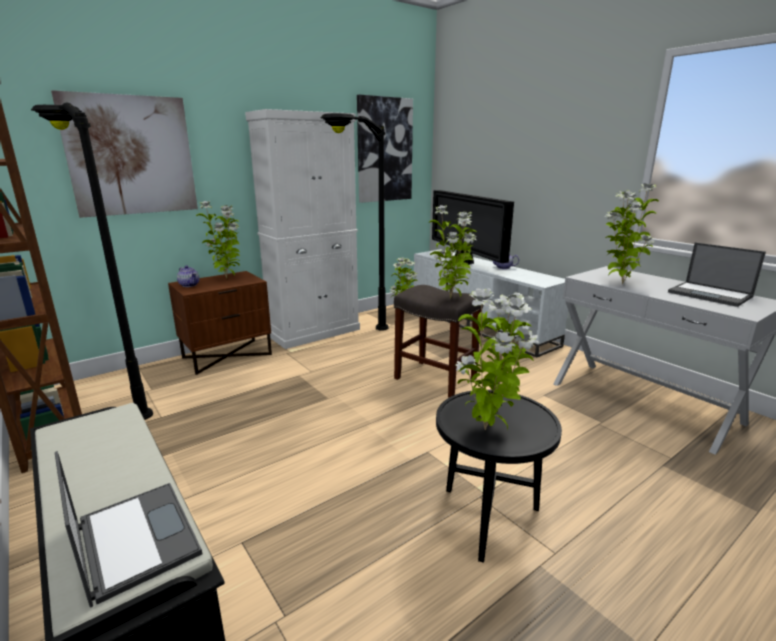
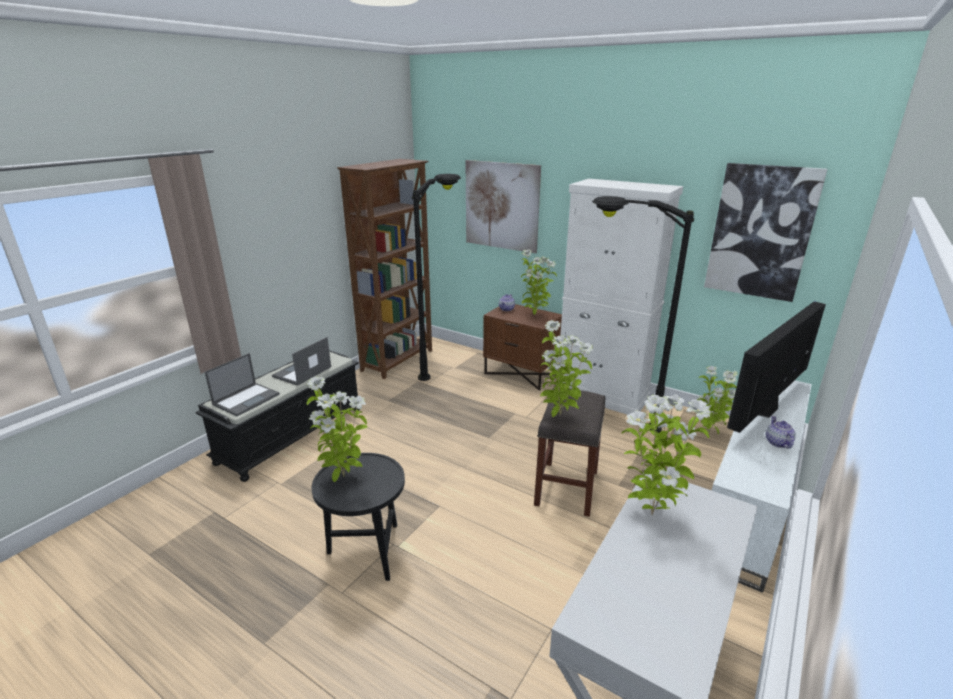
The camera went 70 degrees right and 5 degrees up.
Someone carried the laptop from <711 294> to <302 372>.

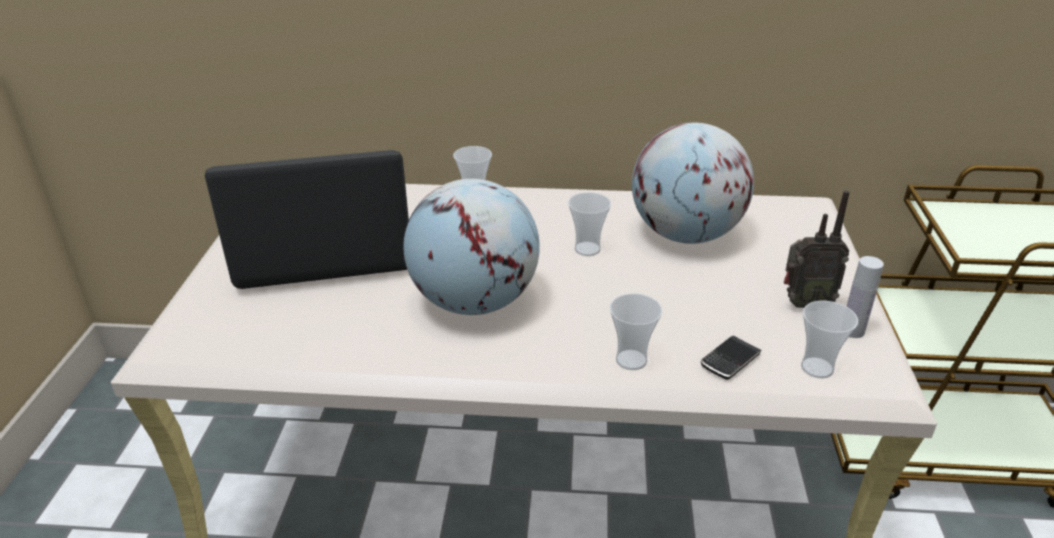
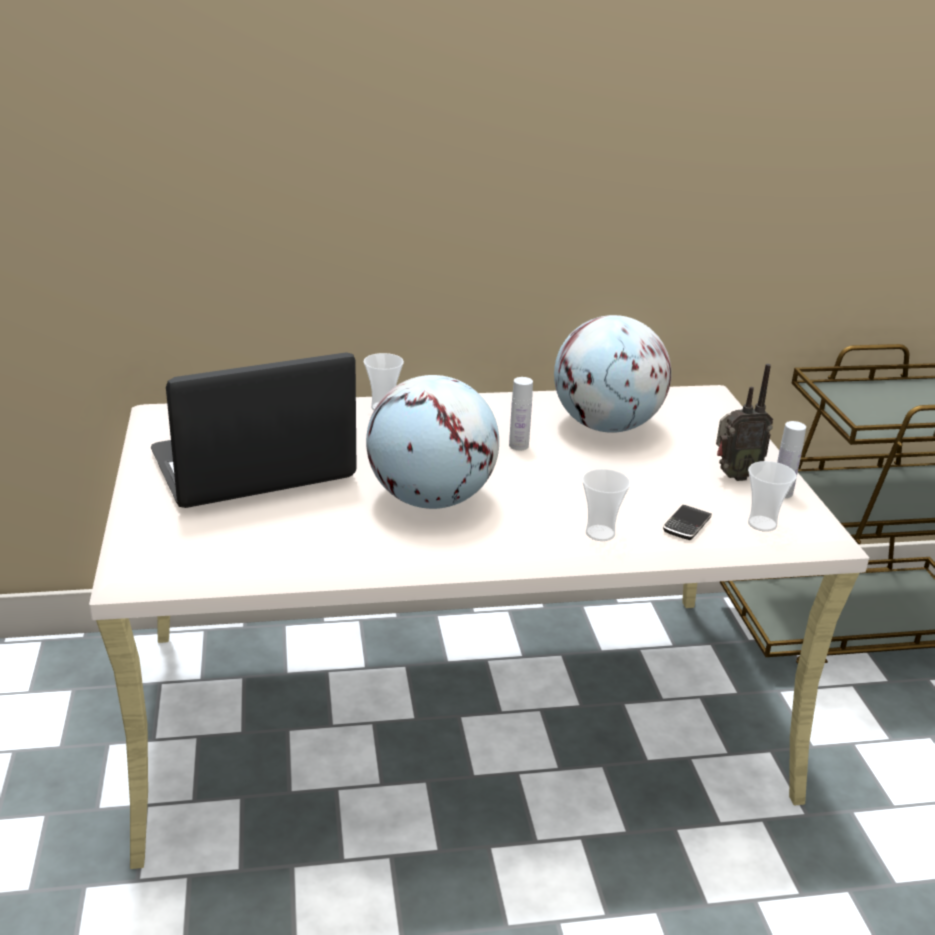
The camera went 15 degrees left and 5 degrees down.
Someone swapped the drinking cup at <587 249> for the white-coloured beverage bottle at <518 445>.

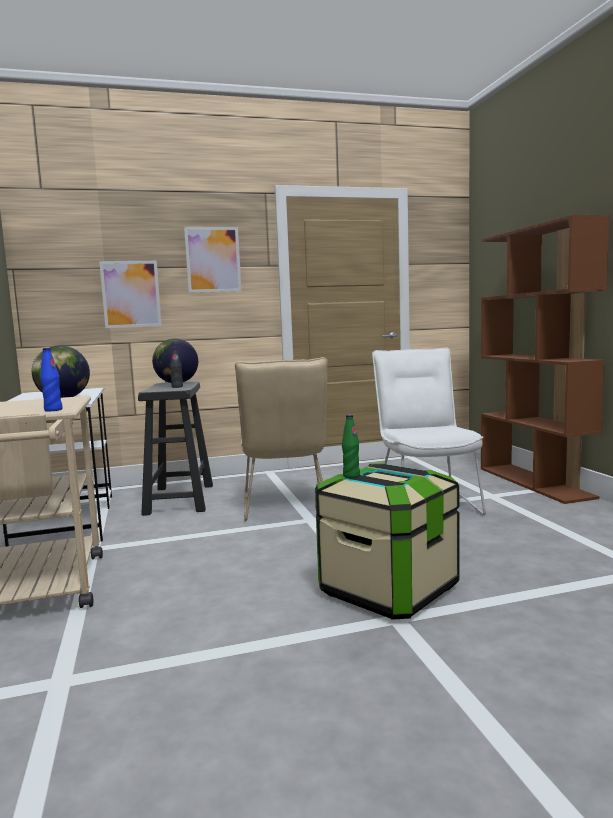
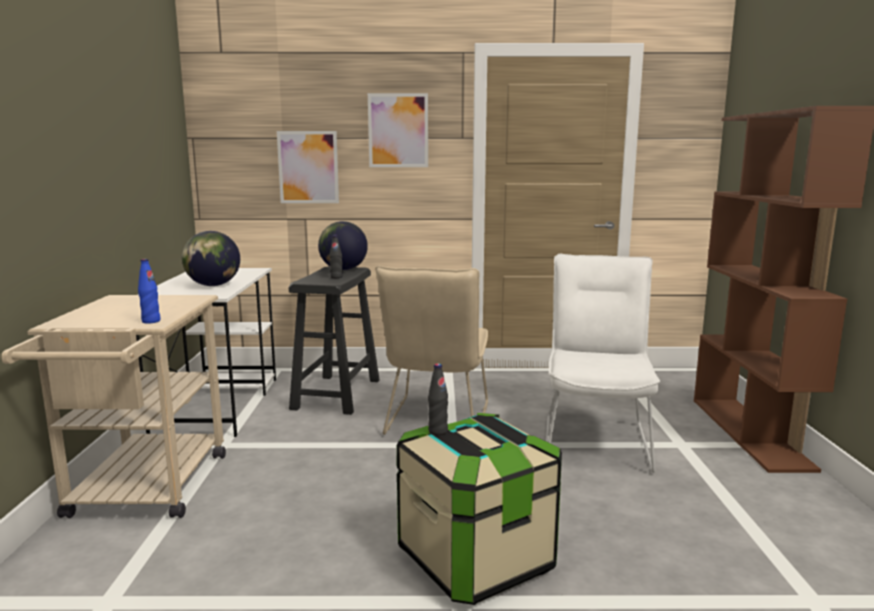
The camera went 15 degrees right and 5 degrees up.
Someone repainted the green-coloured beverage bottle at <351 476>, which became the black beverage bottle at <438 431>.

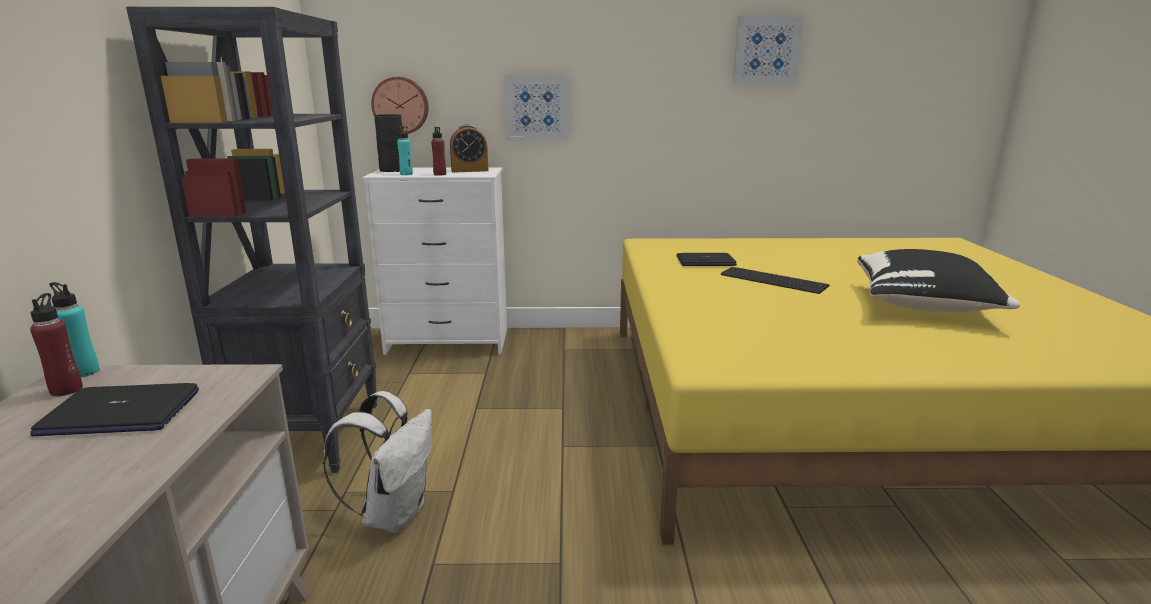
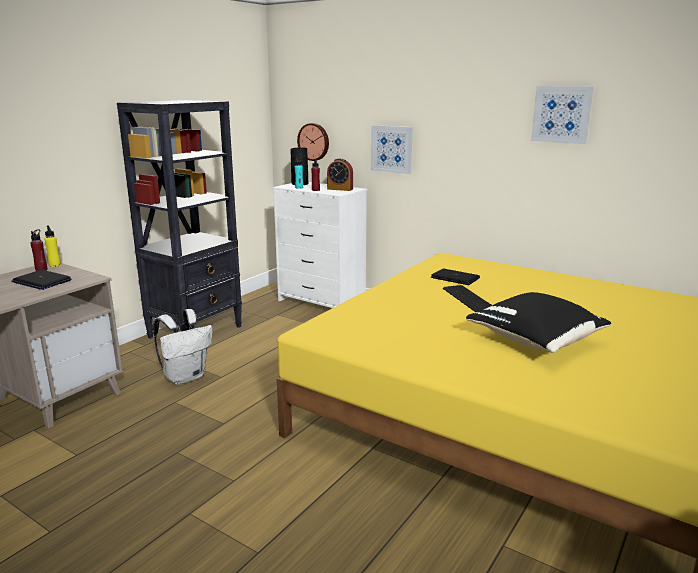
The camera went 35 degrees right and 0 degrees up.
Someone repainted the turquoise beverage bottle at <84 372>, which became the yellowish beverage bottle at <55 265>.

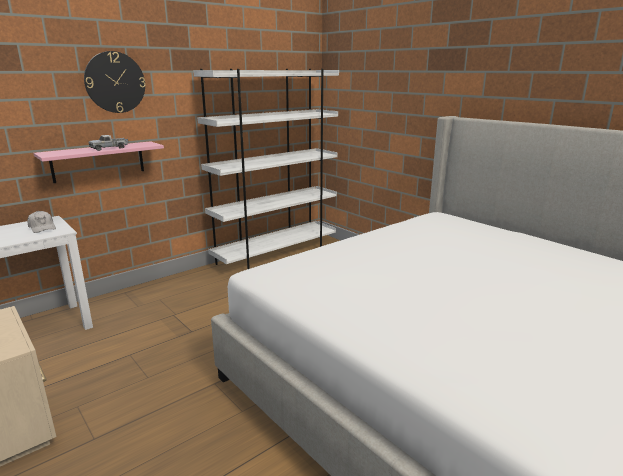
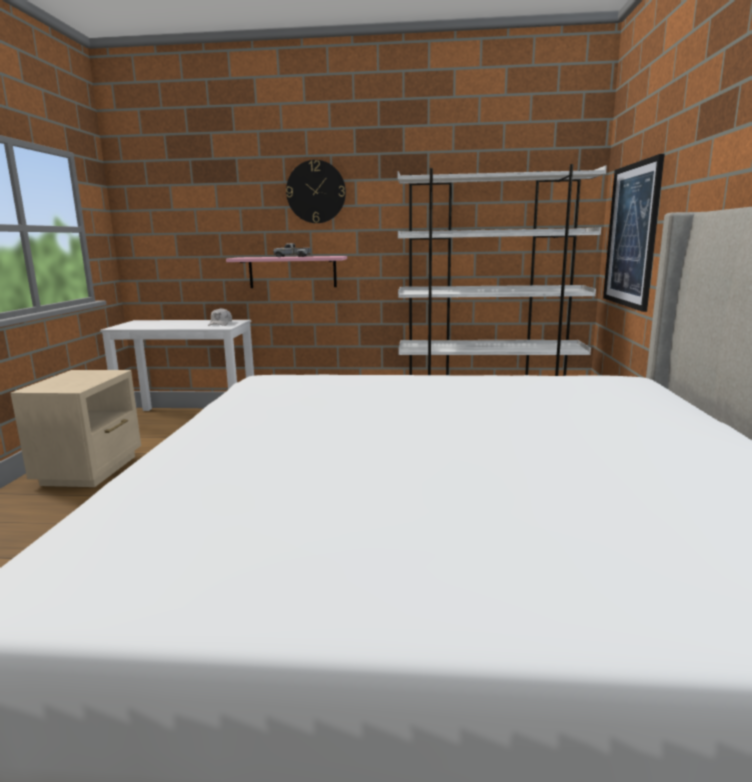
The camera went 45 degrees right and 5 degrees down.
Someone put up the picture at <631 235>.

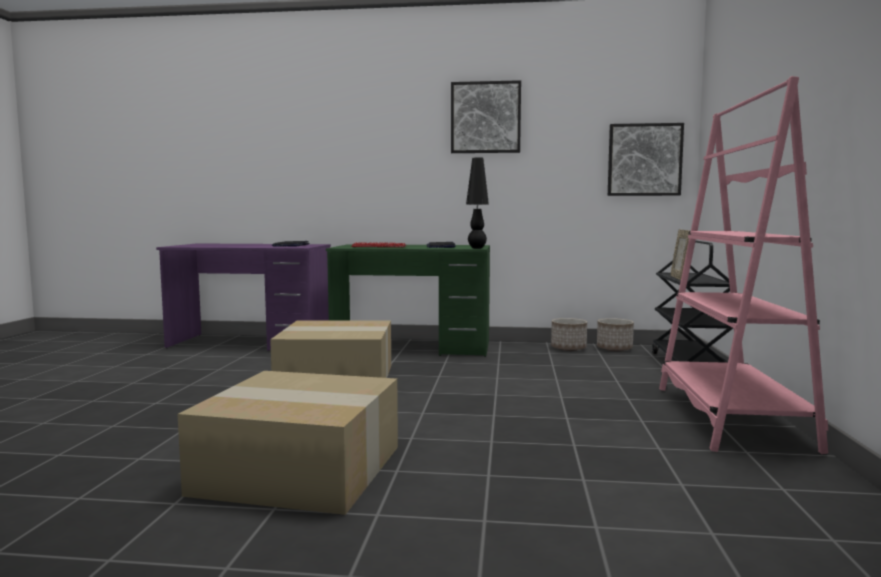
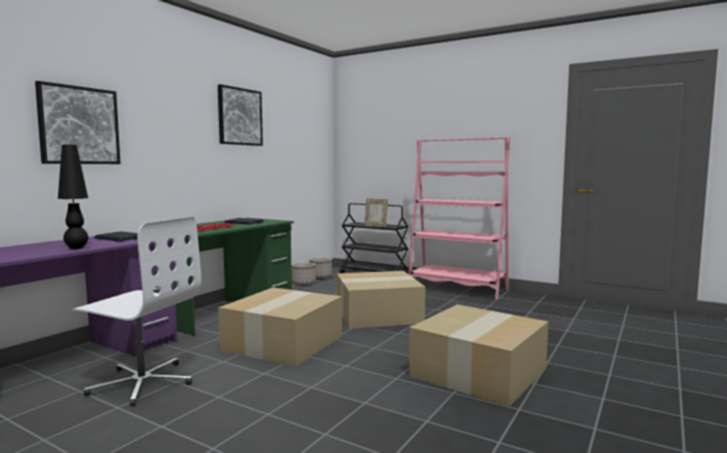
The camera went 65 degrees left and 0 degrees up.
Someone put down the white-coloured office chair at <142 383>.
Someone put down the cardboard box at <379 314>.
Someone carried the black tabletop lamp from <477 248> to <76 248>.
Someone carried the picture from <644 160> to <79 125>.

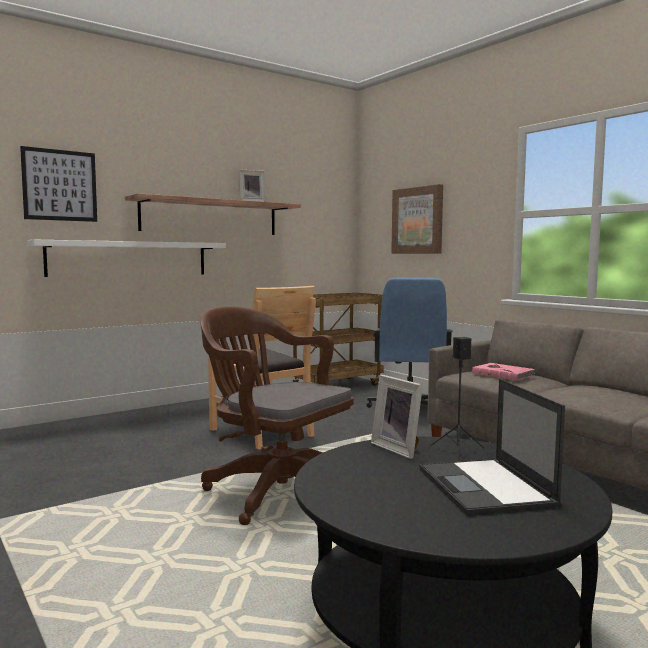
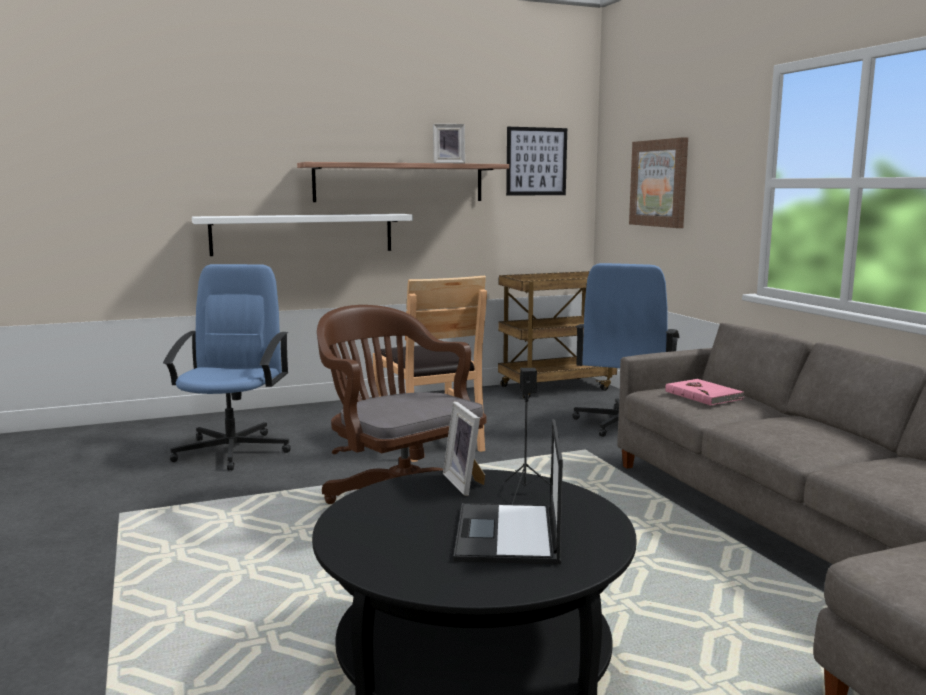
The camera went 15 degrees right and 5 degrees up.
Someone put down the bluish office chair at <233 450>.
Someone carried the picture from <60 185> to <536 161>.

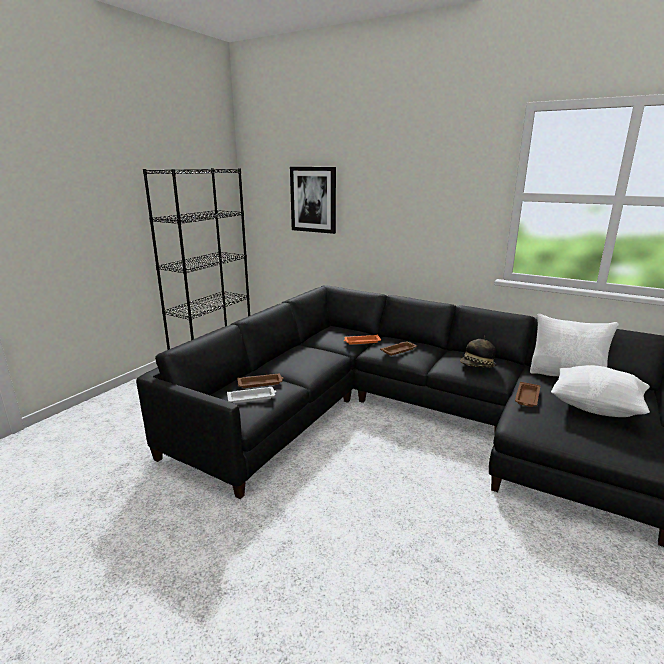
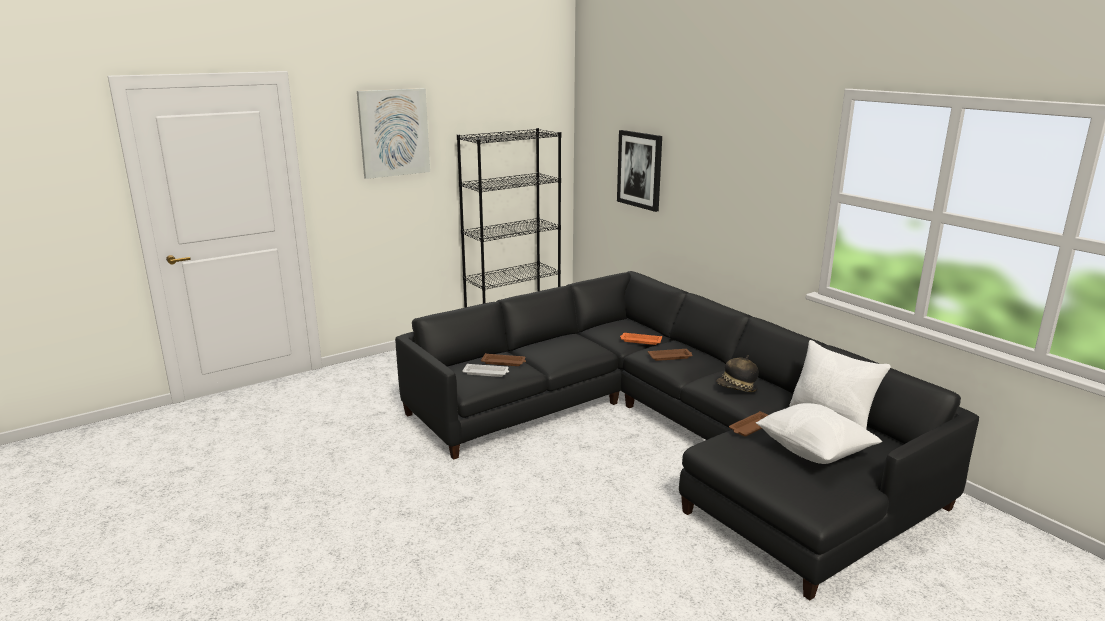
The camera went 25 degrees right and 0 degrees up.
Someone put up the picture at <393 132>.

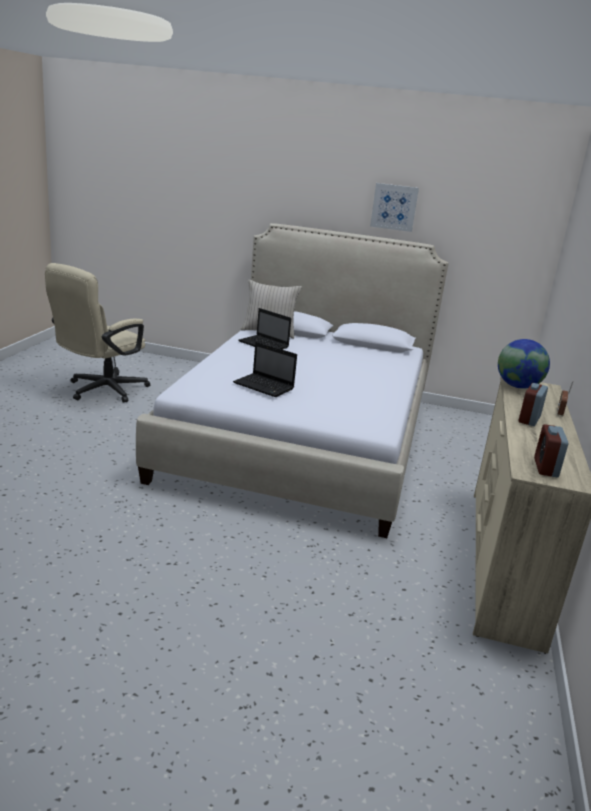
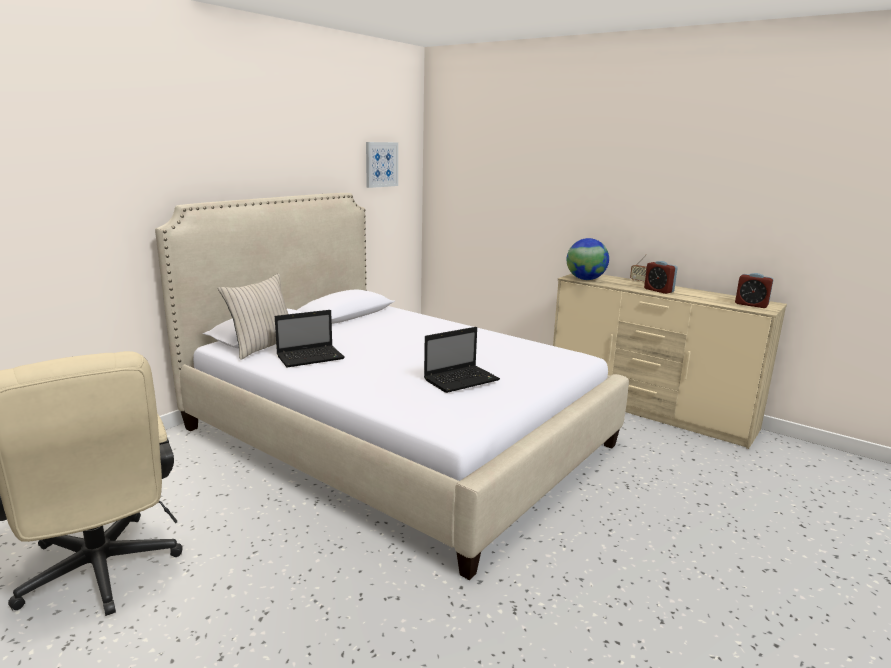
The camera went 65 degrees left and 5 degrees down.
Someone carried the picture from <394 207> to <381 164>.

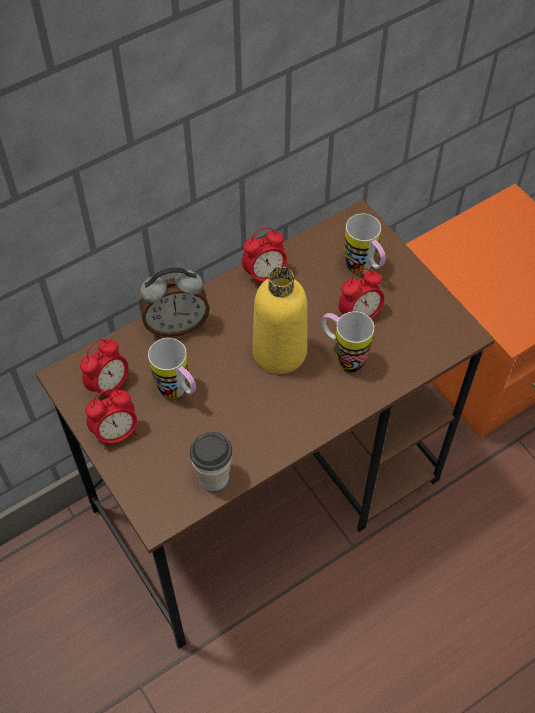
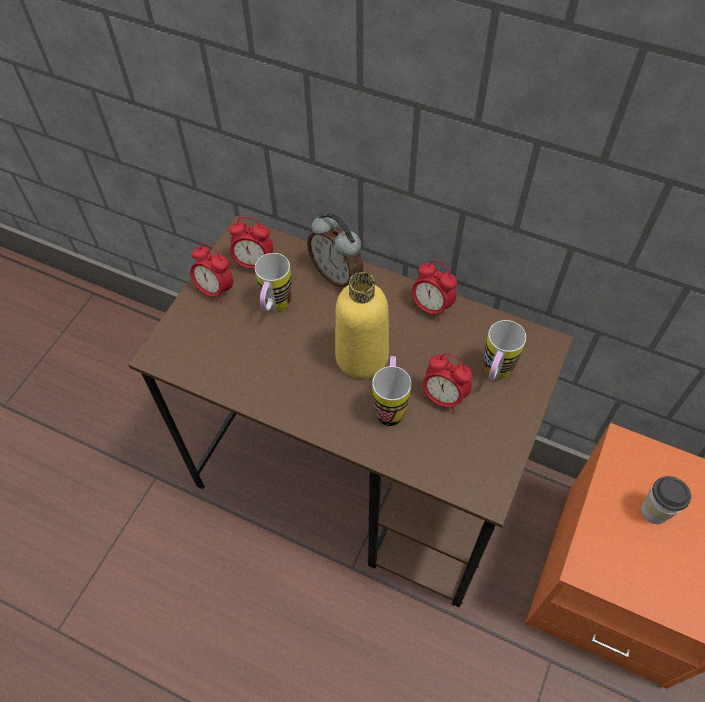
The camera went 60 degrees right and 0 degrees up.
Someone carried the drinking cup from <213 477> to <654 511>.

